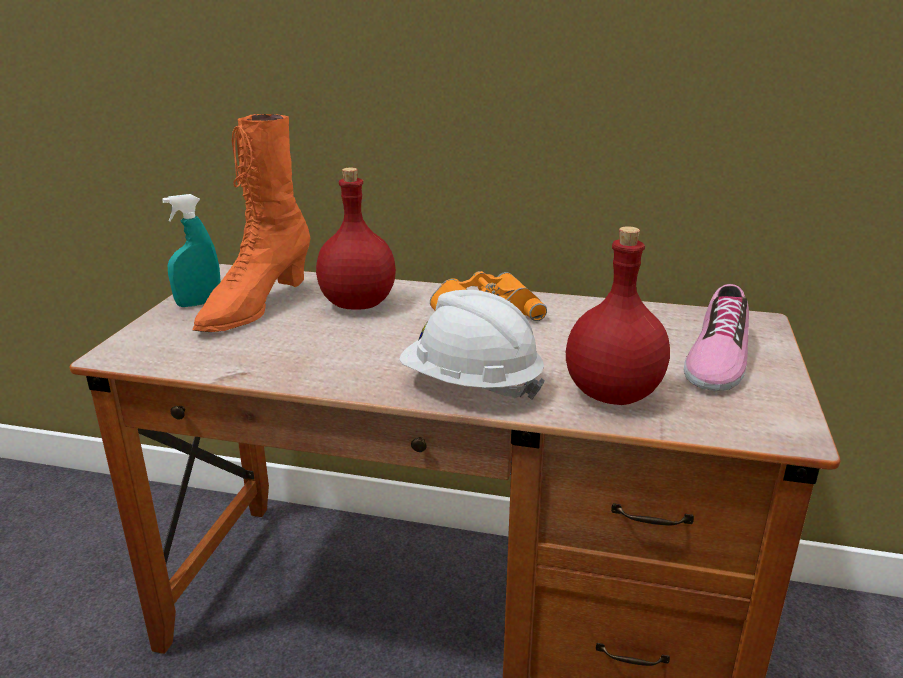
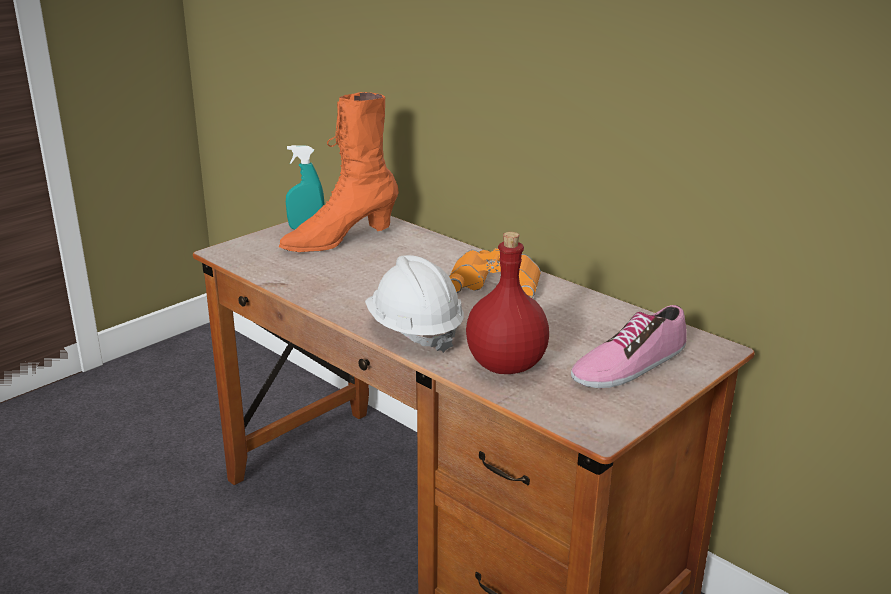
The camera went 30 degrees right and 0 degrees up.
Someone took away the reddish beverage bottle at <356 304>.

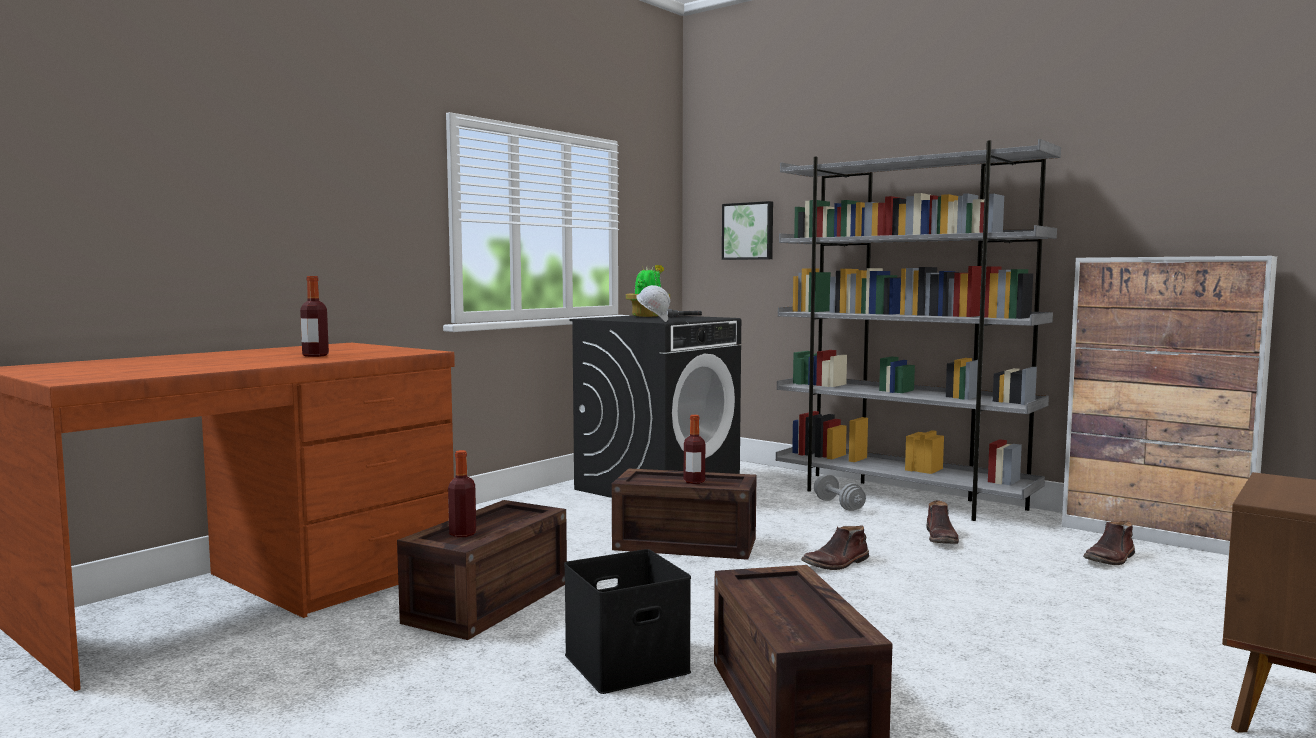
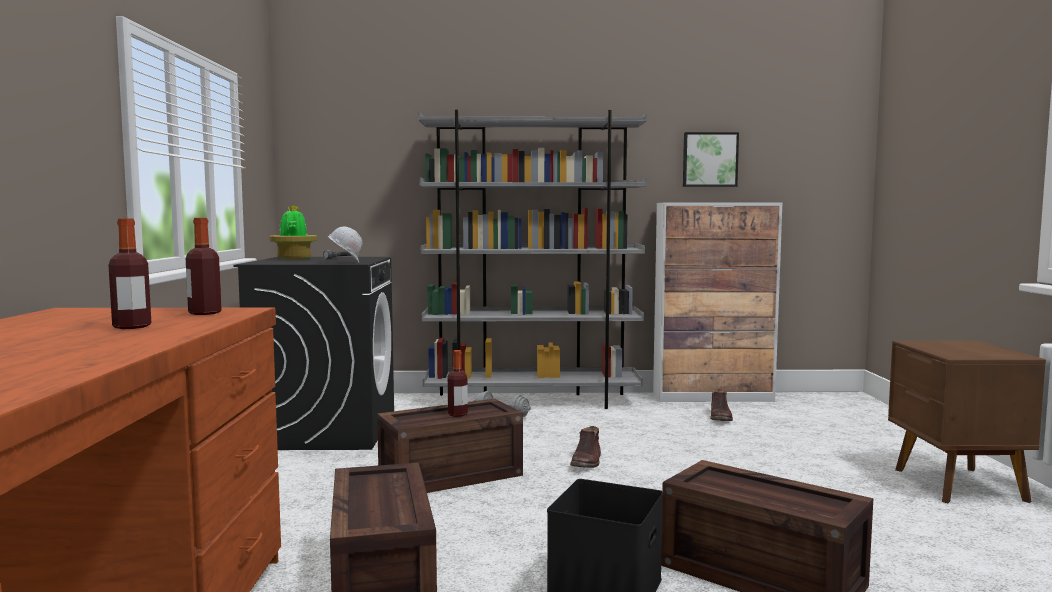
The camera went 40 degrees left and 0 degrees up.
Someone took away the brownish high-top boot at <941 538>.
Someone carried the beverage bottle from <462 534> to <205 313>.
Someone carried the picture from <748 231> to <709 160>.

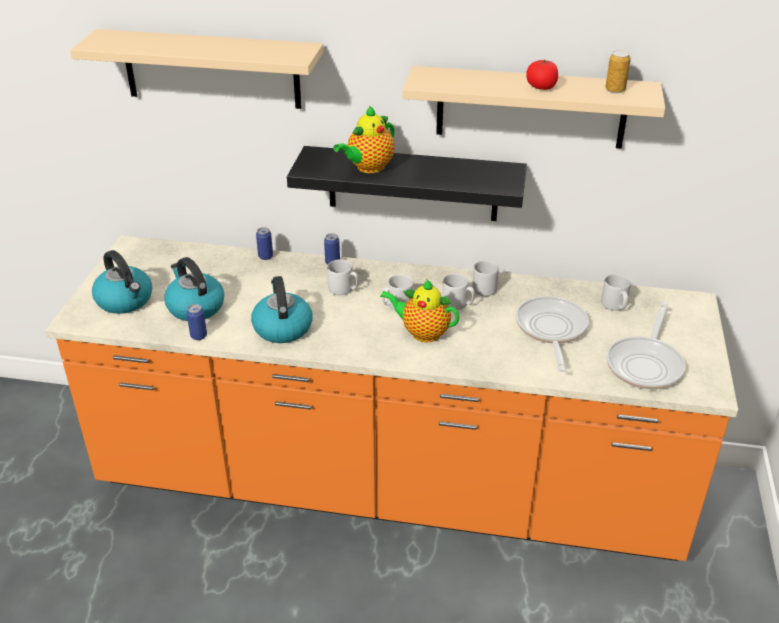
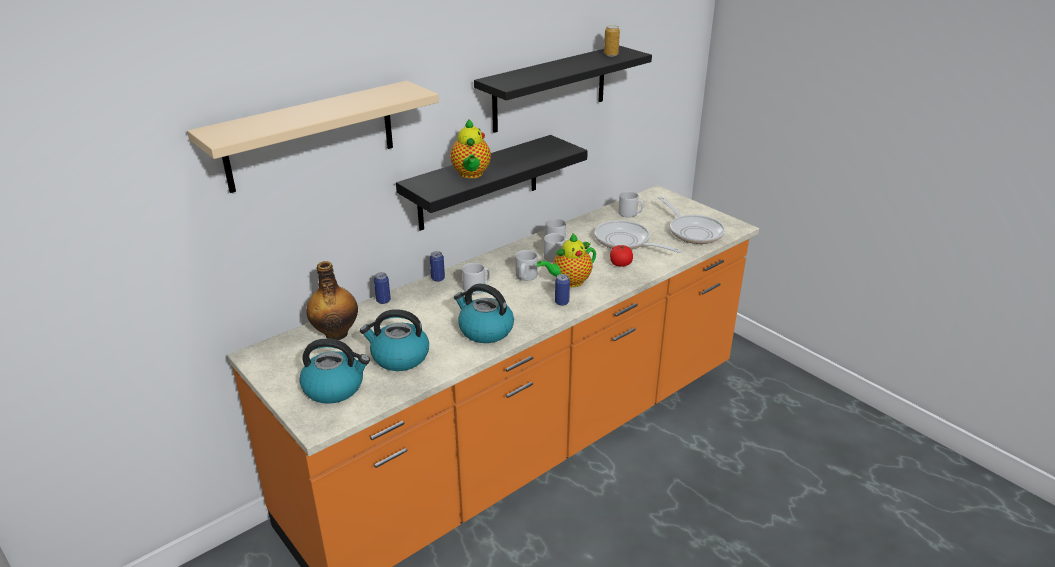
The camera went 50 degrees left and 5 degrees down.
Someone put down the beverage bottle at <336 333>.
Someone carried the sealed can from <198 336> to <562 302>.
Someone carried the tomato from <541 87> to <620 264>.
Someone repainted the sand-coloured bracket shelf at <531 107>, which became the black bracket shelf at <550 89>.

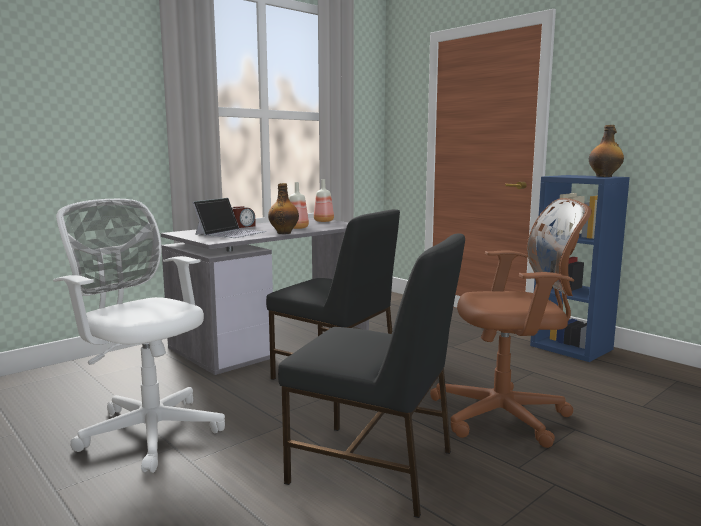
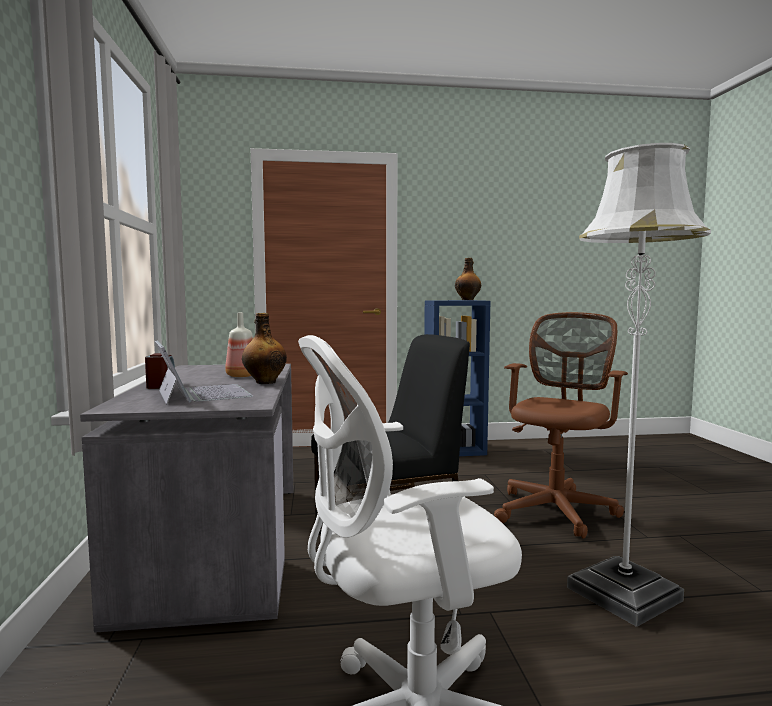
The camera went 55 degrees left and 5 degrees down.
Someone took away the beverage bottle at <324 221>.
Someone swapped the black upright chair at <374 468> for the white-coloured standard lamp at <624 594>.

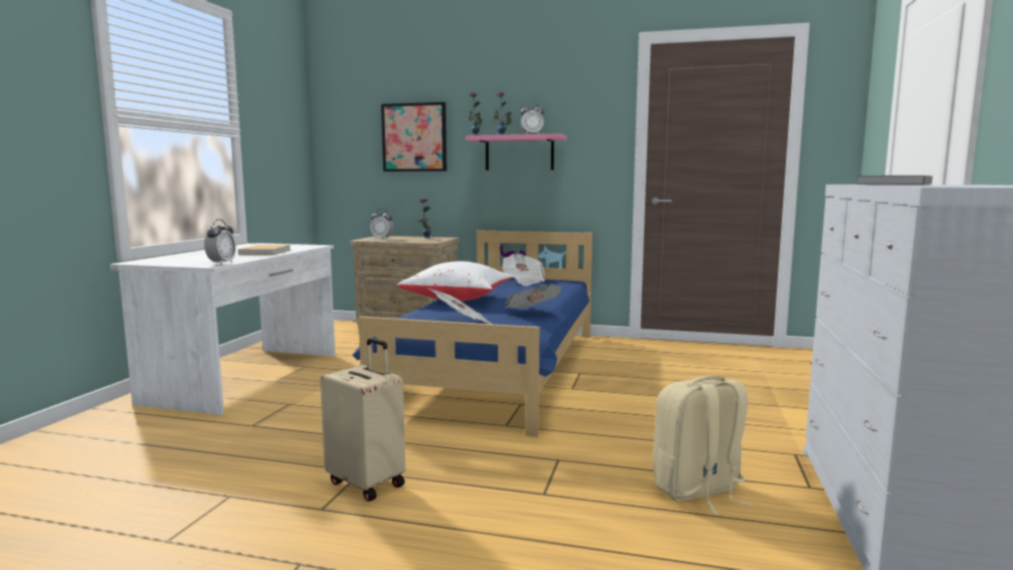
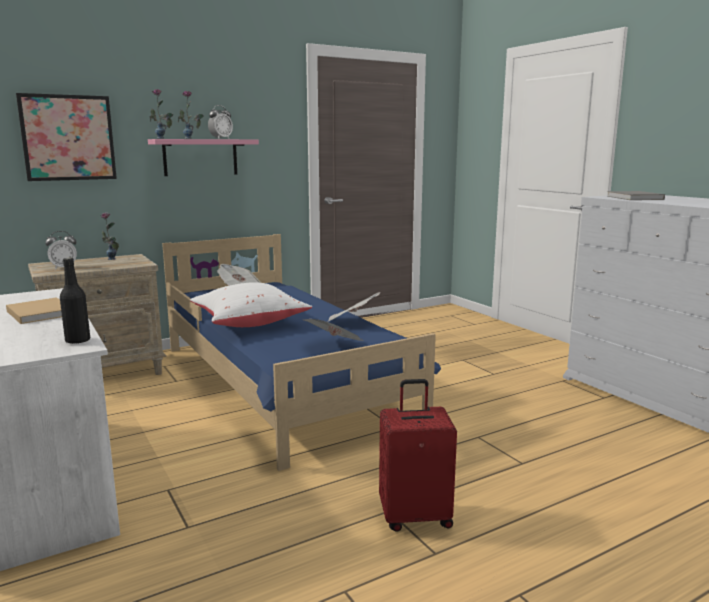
The camera went 45 degrees left and 5 degrees up.
Someone took away the sand-coloured knapsack at <698 491>.
Someone swapped the alarm clock at <221 263> for the black beverage bottle at <78 341>.
Someone repainted the sand-coloured travel case at <368 483>, which became the reddish travel case at <415 516>.

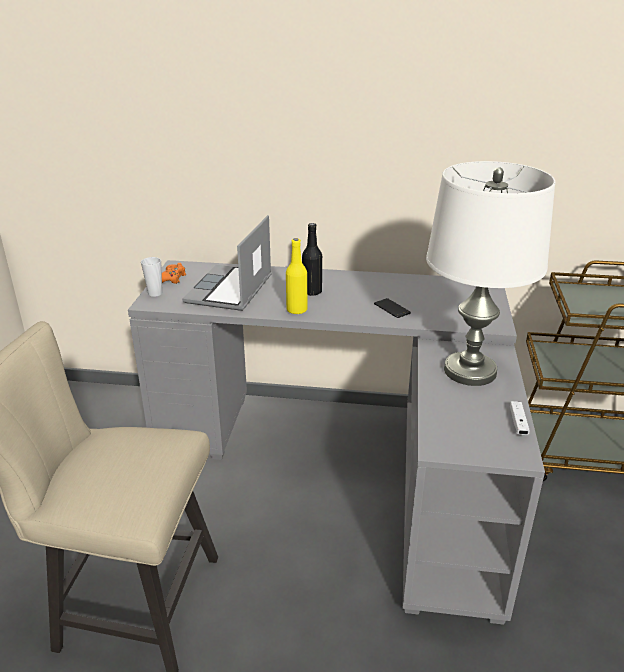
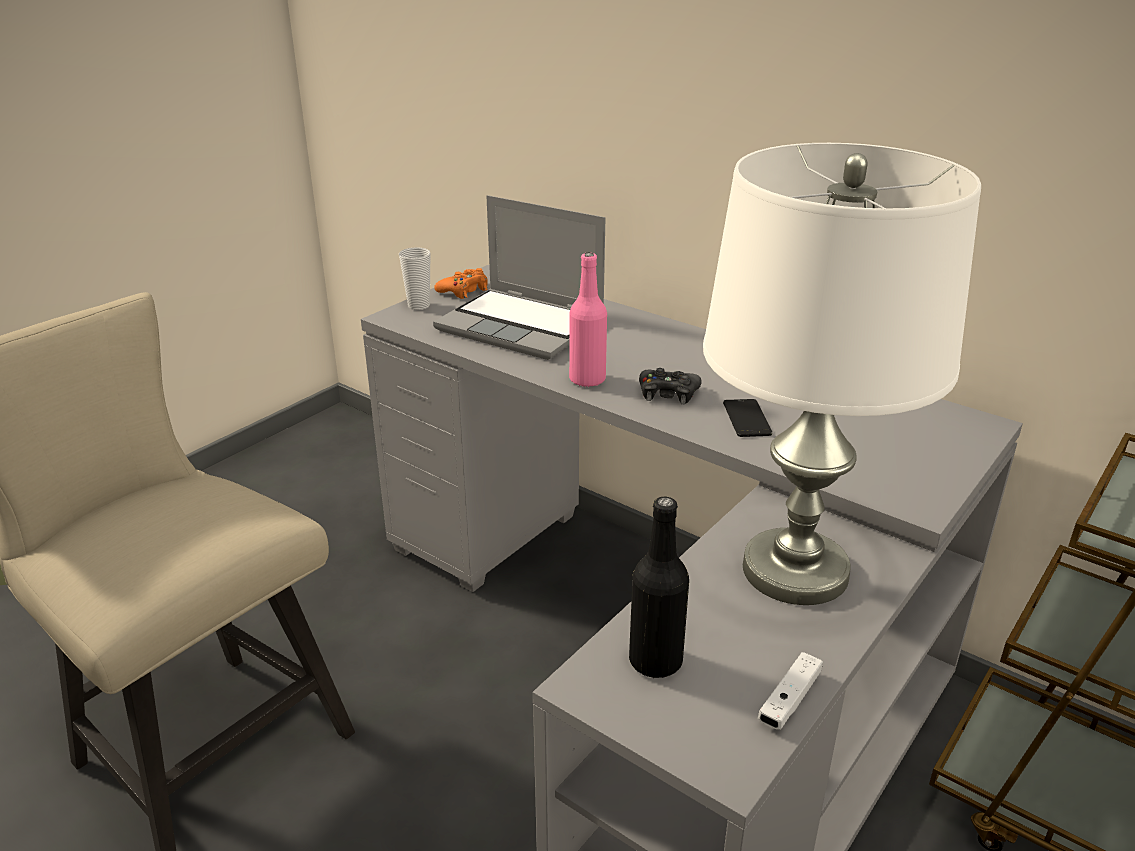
The camera went 30 degrees right and 0 degrees up.
Someone put down the black gamepad at <668 393>.
Someone carried the black beverage bottle from <312 292> to <655 661>.
Someone repainted the yellowish beverage bottle at <296 310>, which became the pink beverage bottle at <587 380>.
Someone rotated the laptop at <230 290> by 105 degrees counterclockwise.

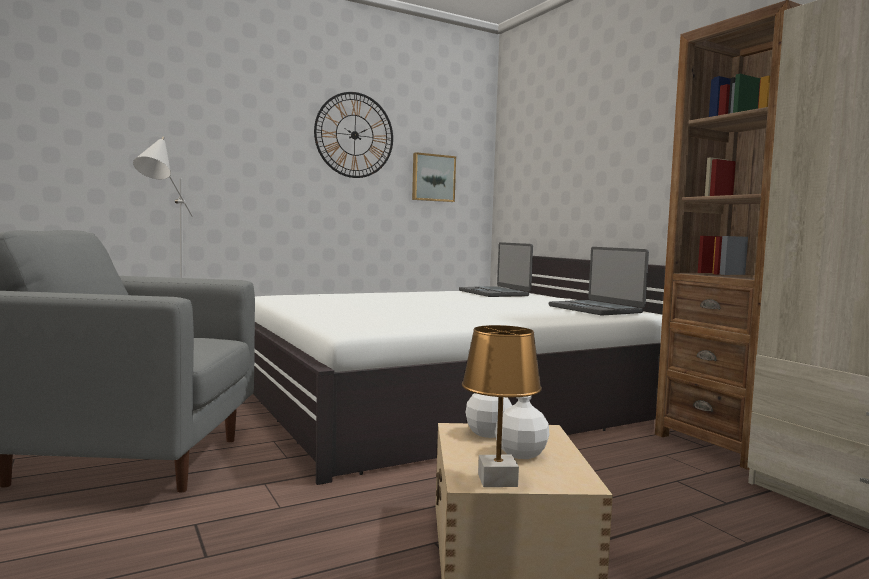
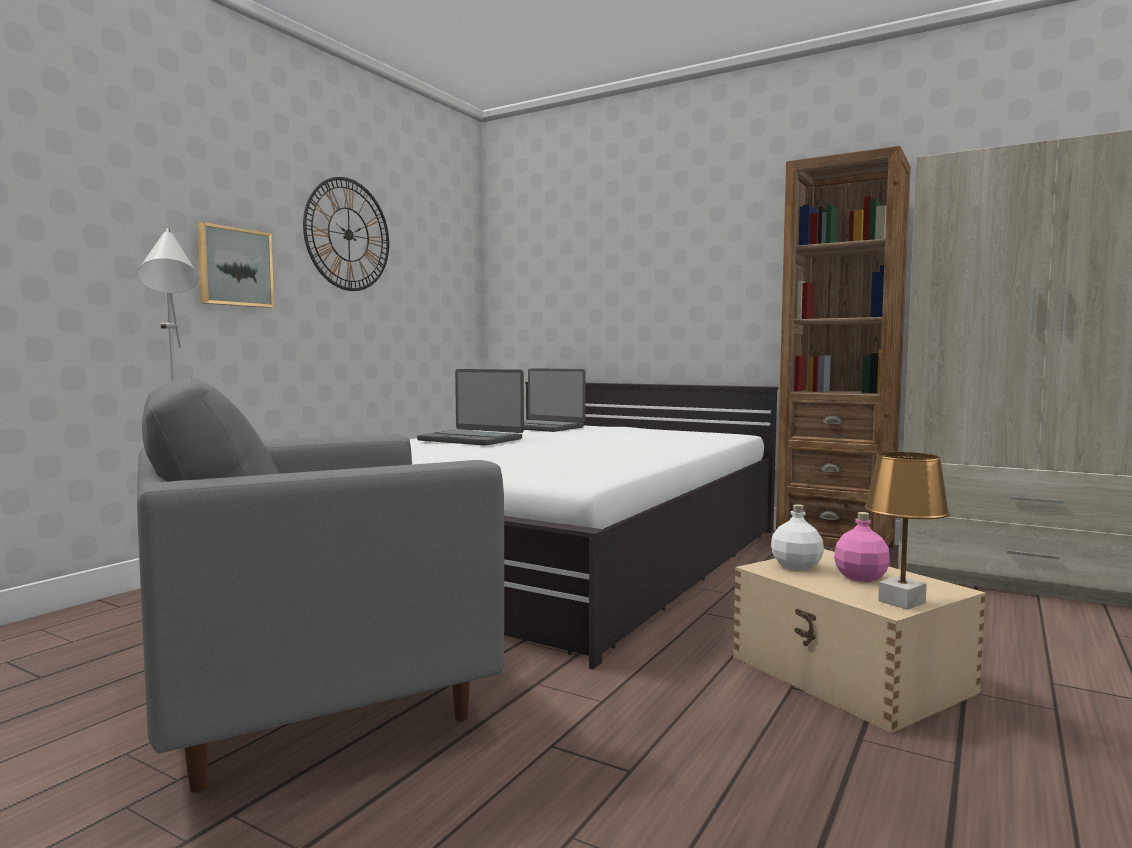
The camera went 30 degrees left and 0 degrees up.
Someone carried the picture from <433 178> to <234 267>.
Someone carried the laptop from <596 309> to <471 439>.
Someone repainted the white-coloured beverage bottle at <521 453>, which became the pink beverage bottle at <860 577>.

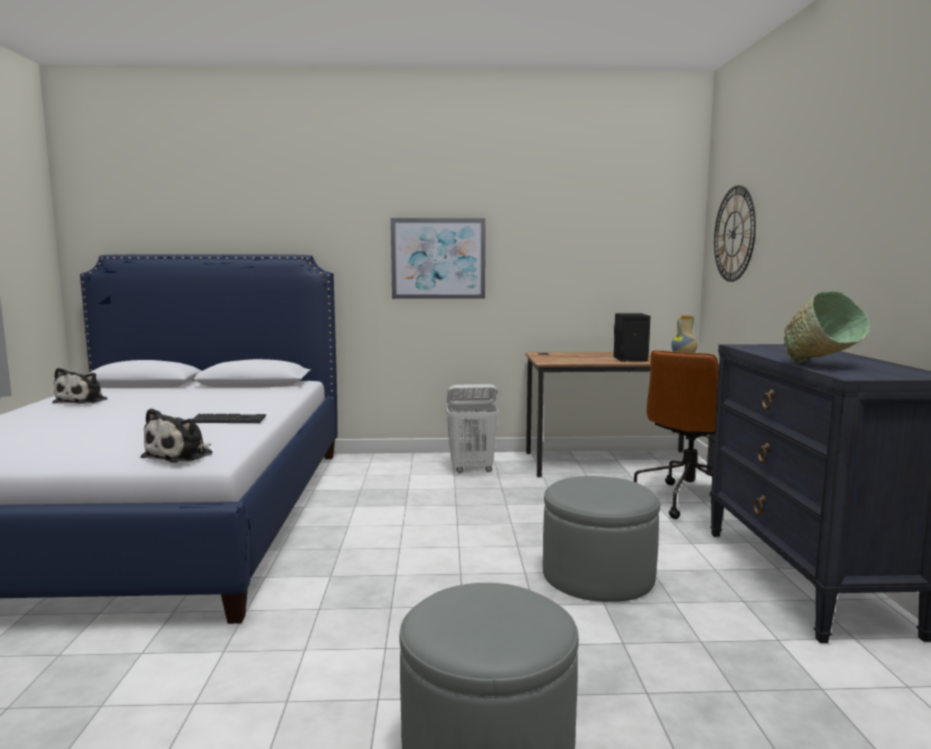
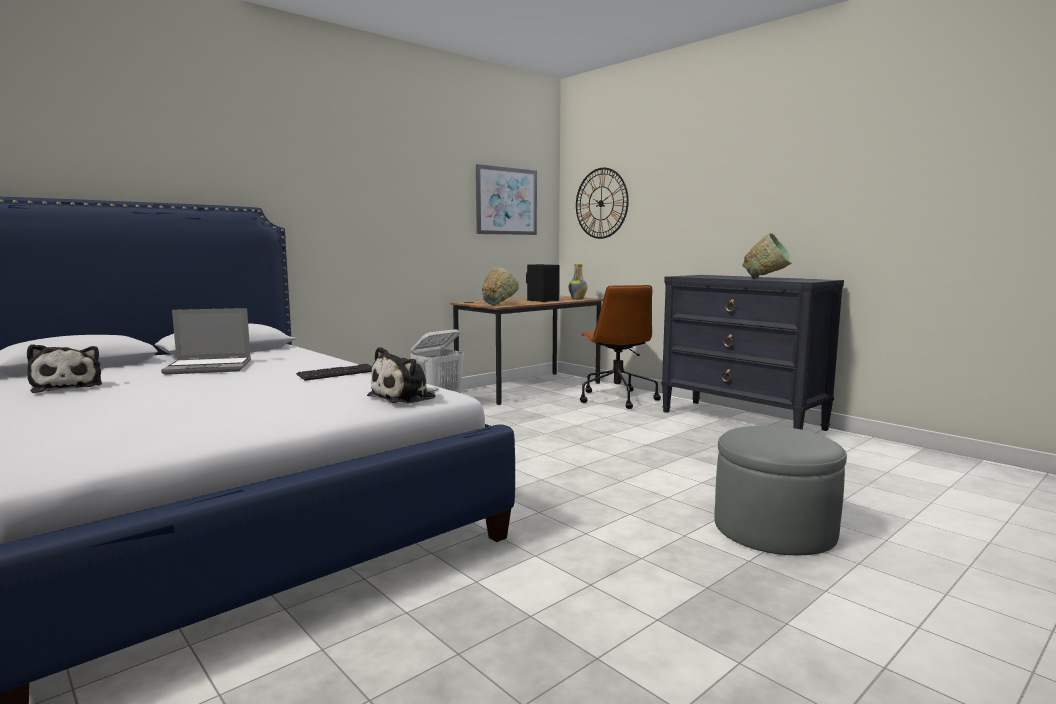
The camera went 40 degrees left and 0 degrees up.
Someone took away the greyish pouffe at <598 575>.
Someone put down the laptop at <210 367>.
Someone put down the green-coloured serving bowl at <498 305>.
Someone carried the picture from <438 258> to <506 201>.
Someone rotated the cuddly toy at <181 455> by 60 degrees clockwise.

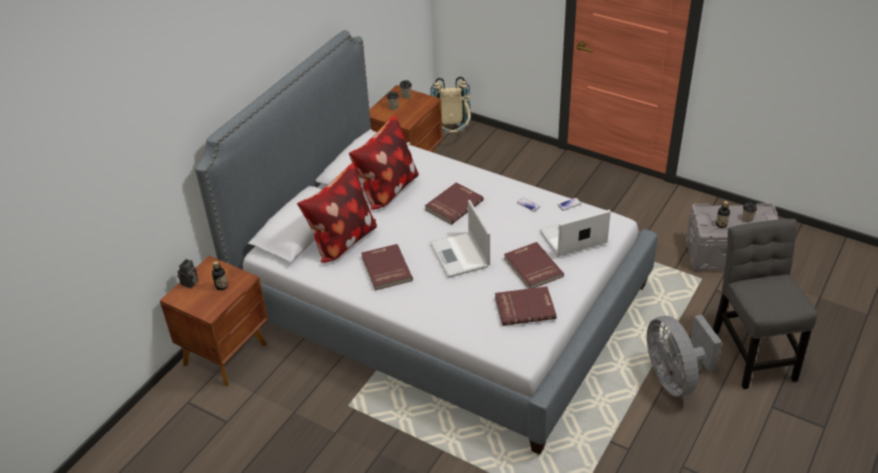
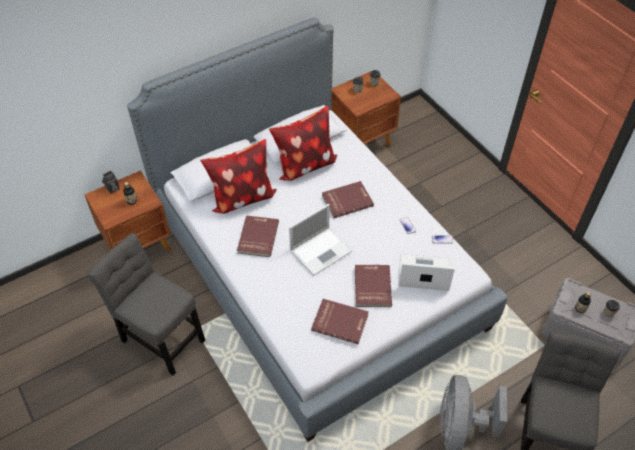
The camera went 25 degrees right and 10 degrees up.
Someone took away the sand-coloured knapsack at <452 136>.
Someone put down the greyish upright chair at <160 337>.
Someone rotated the laptop at <460 255> by 135 degrees counterclockwise.

